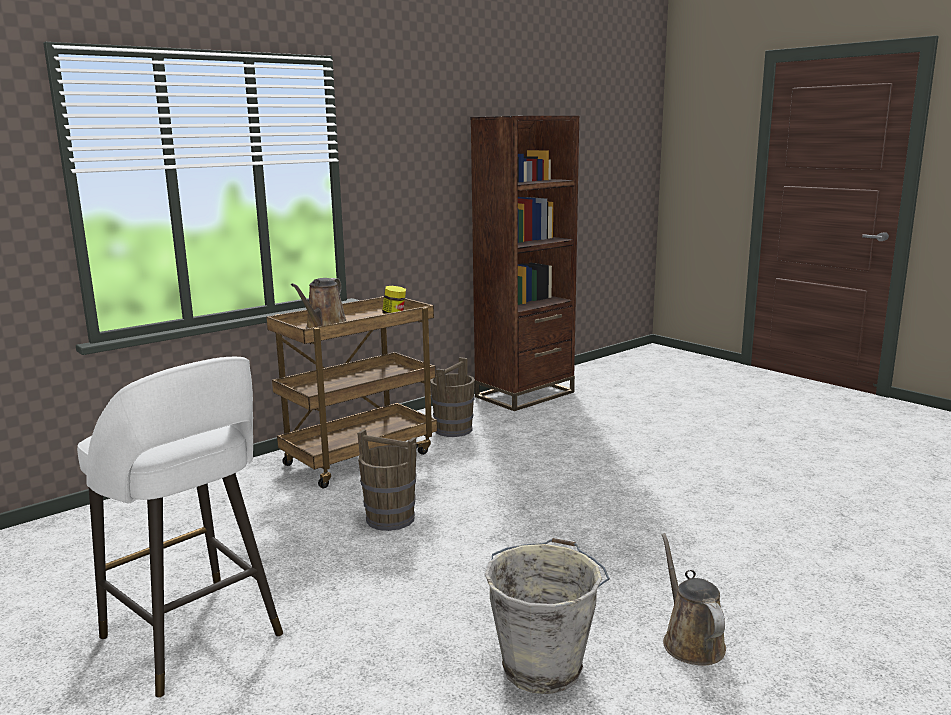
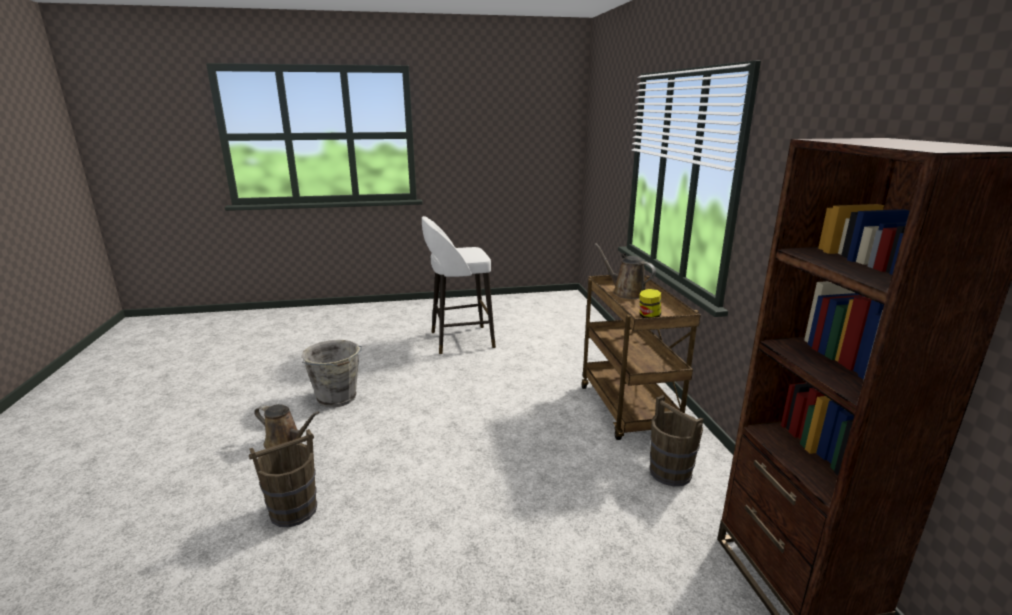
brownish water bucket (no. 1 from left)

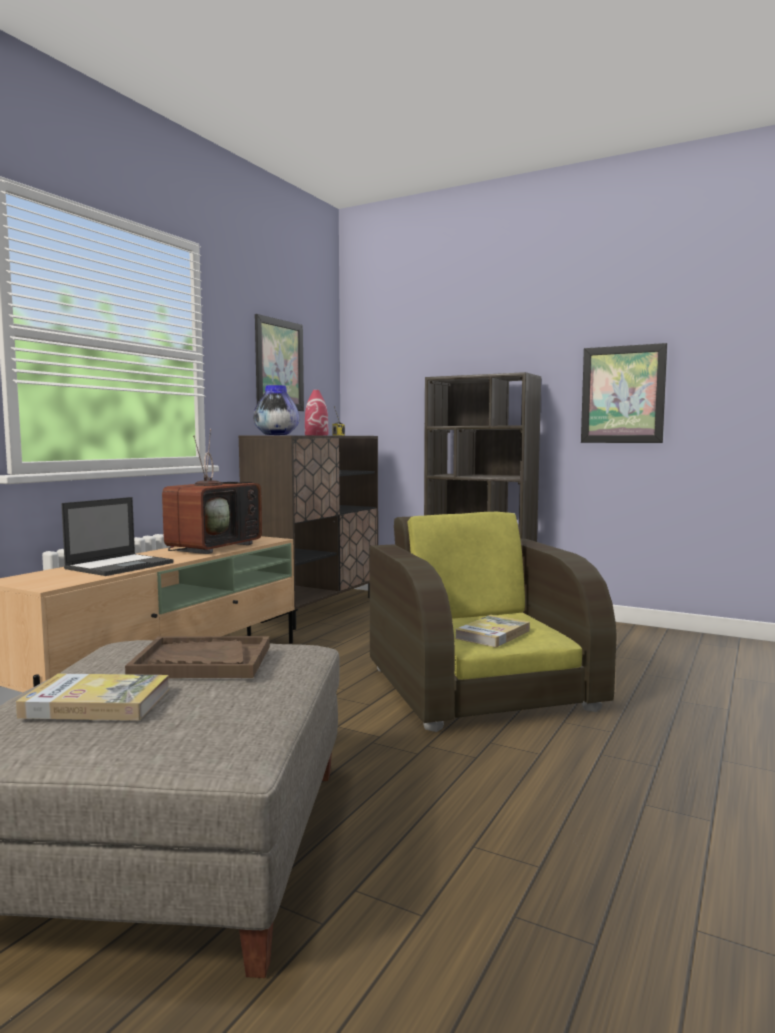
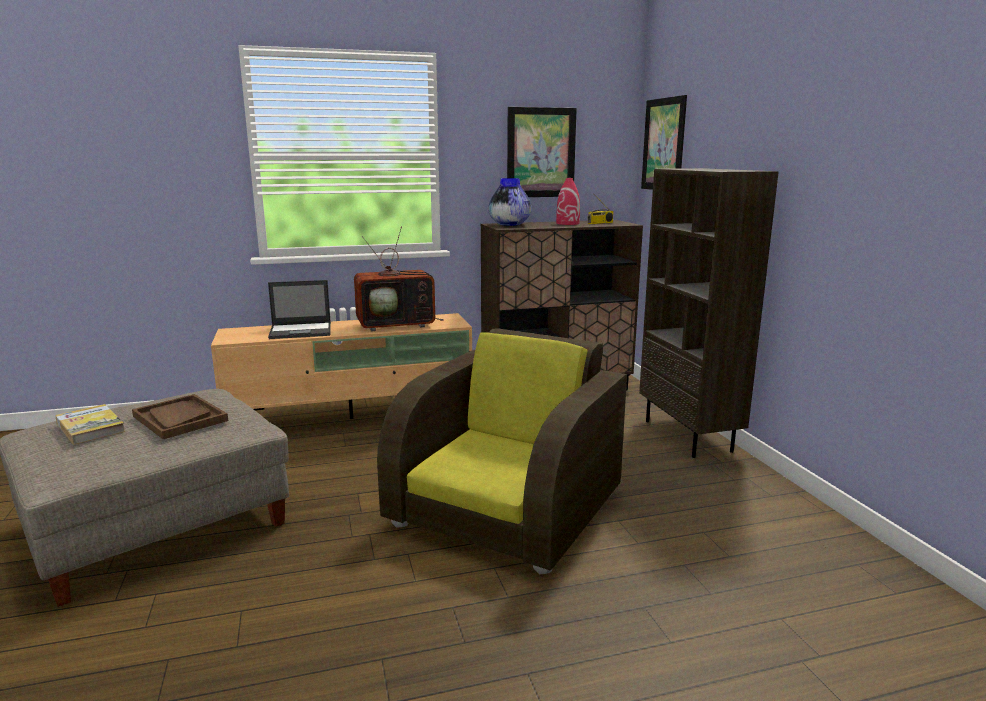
wall picture (no. 2 from left)
volume (no. 2 from left in the first image)

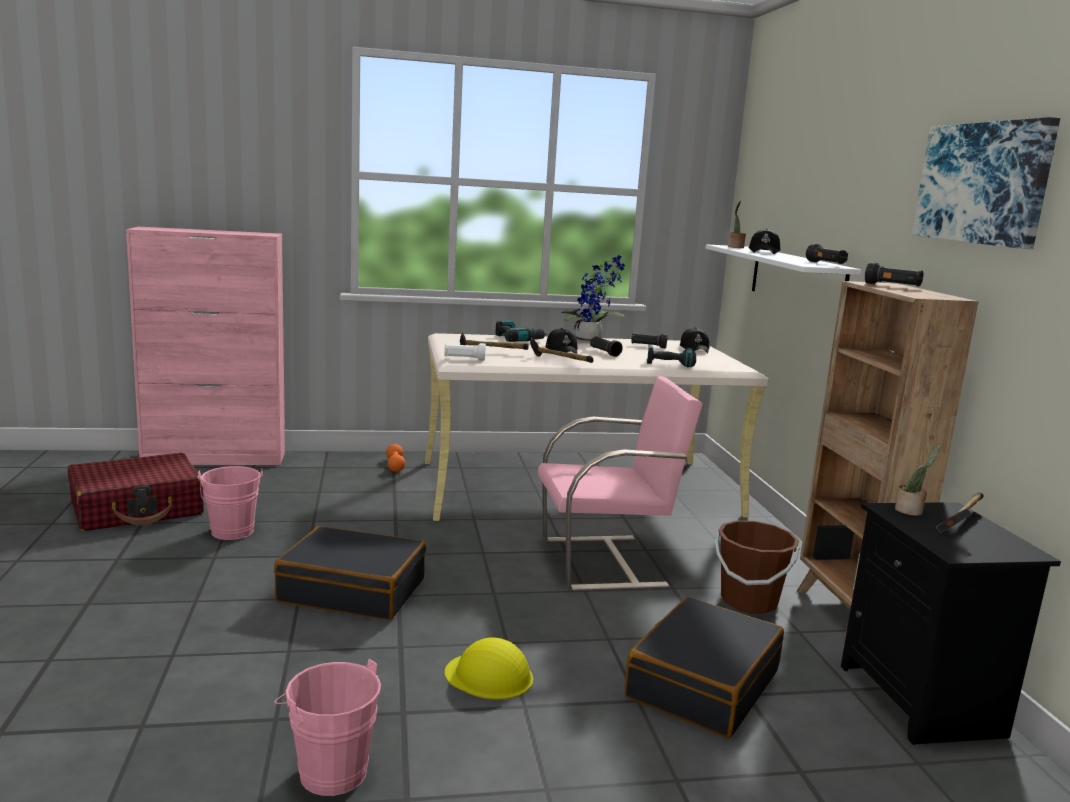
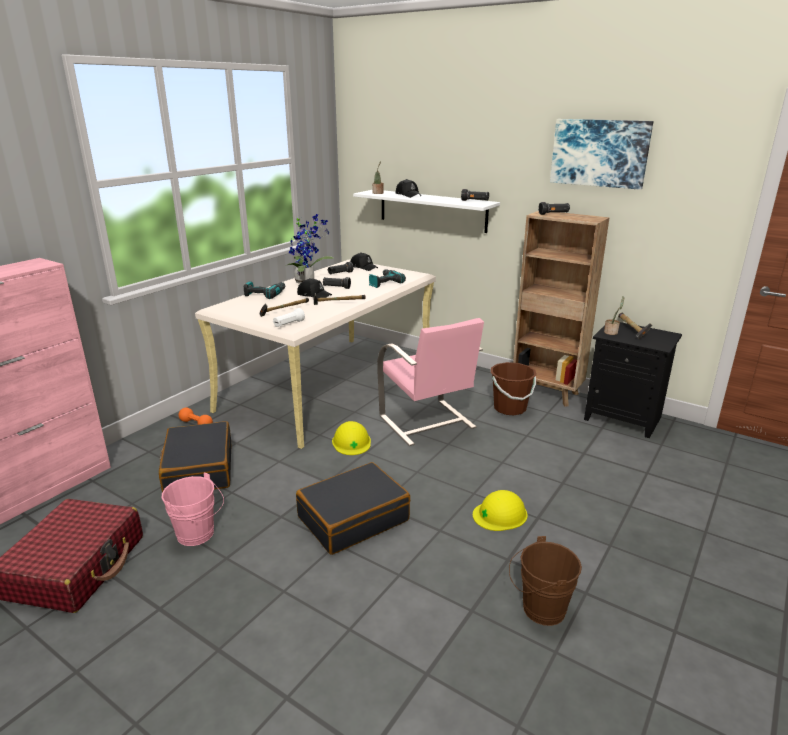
pink plain chair
blackish piece of luggage (no. 1 from left)
brownish water bucket (no. 2 from left)
yellow safety helmet (no. 1 from left)

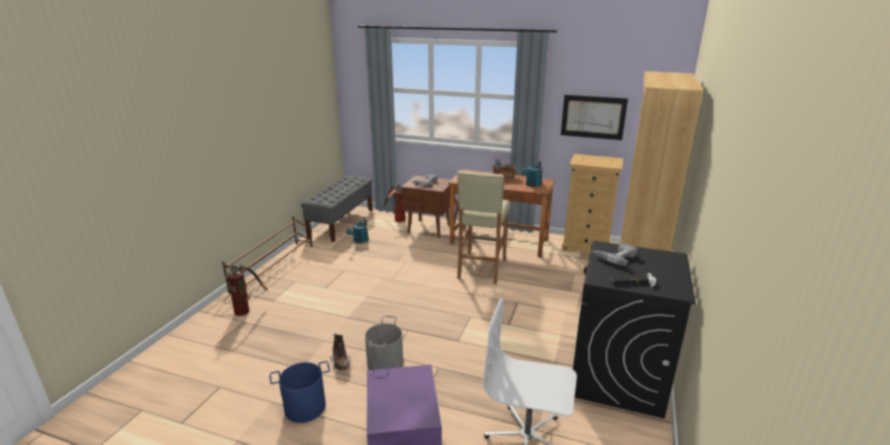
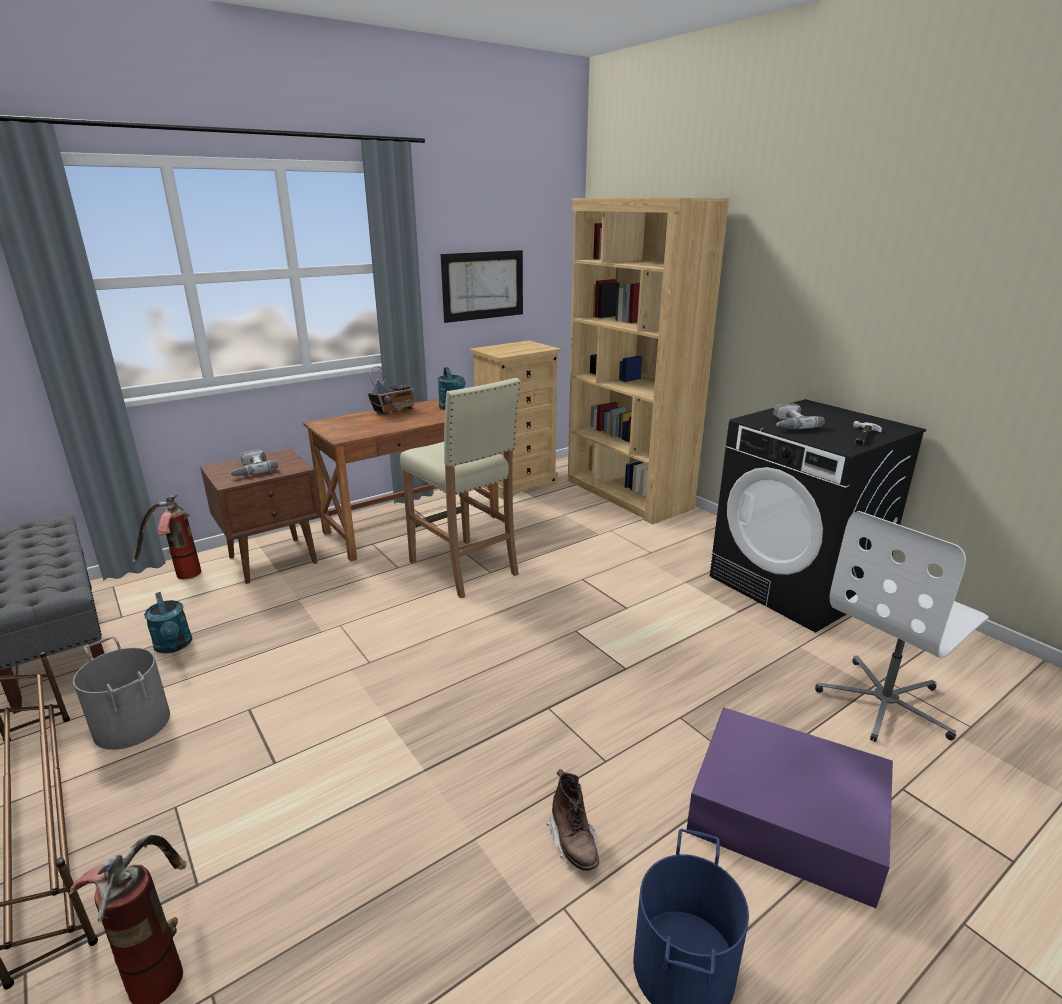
grey water bucket
brownish tall boot

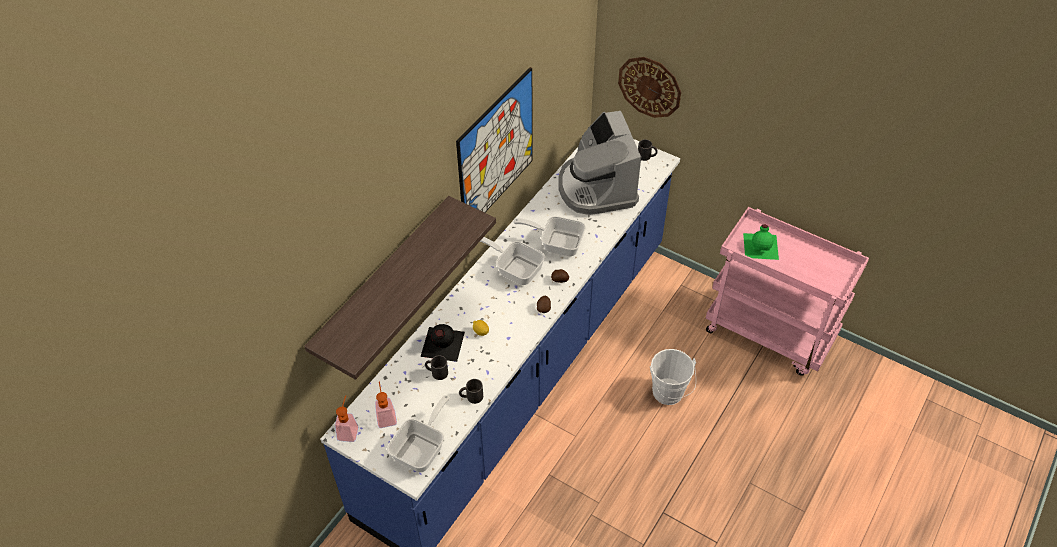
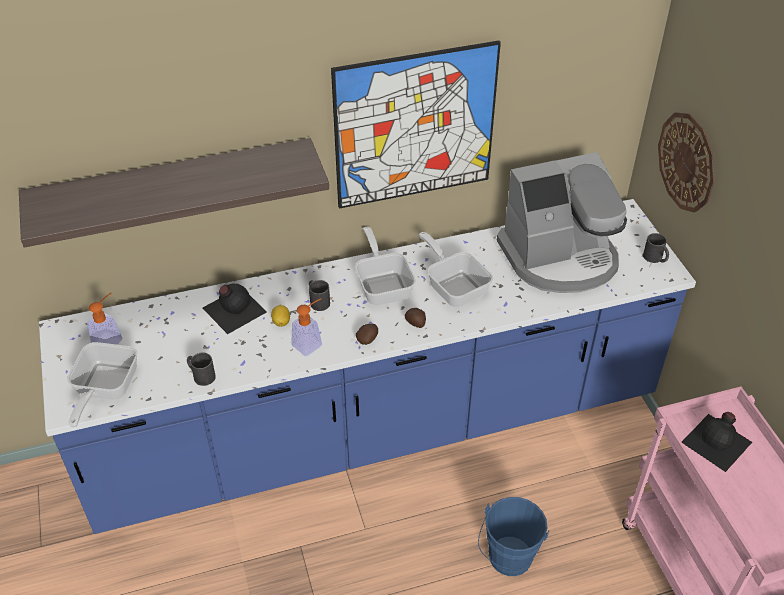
coffee brewer
blackish beverage bottle (no. 2 from left)
bluish water bucket
blackish tea mug (no. 2 from left)
soap bottle (no. 2 from left)
pan (no. 1 from left)

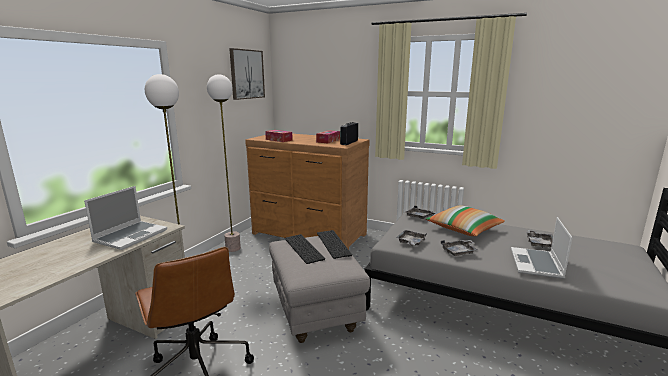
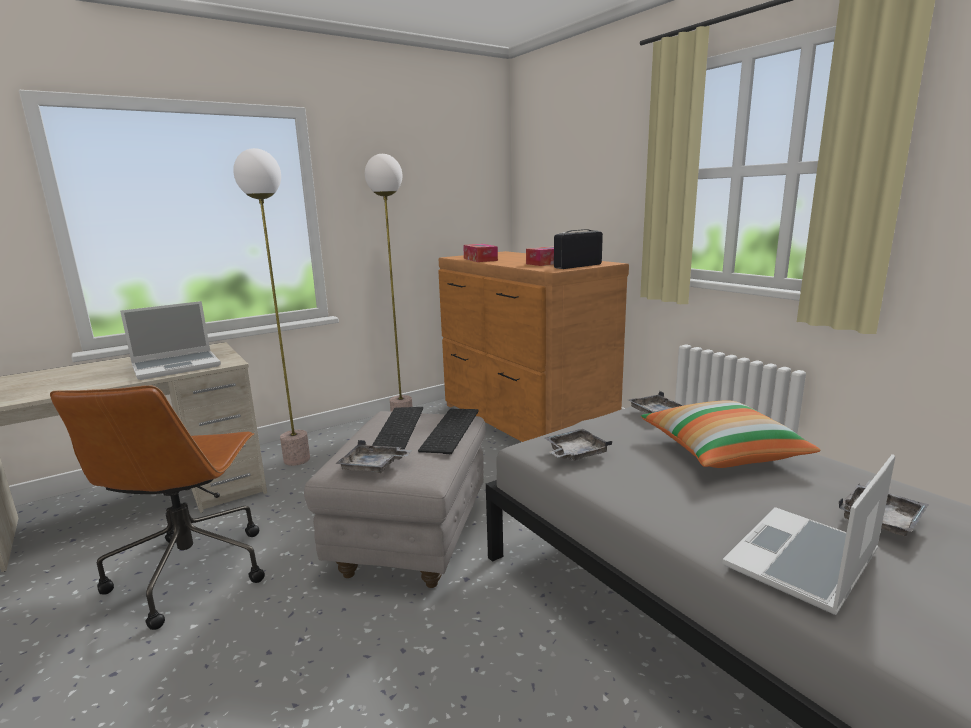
wall picture
grey serving tray (no. 1 from left)

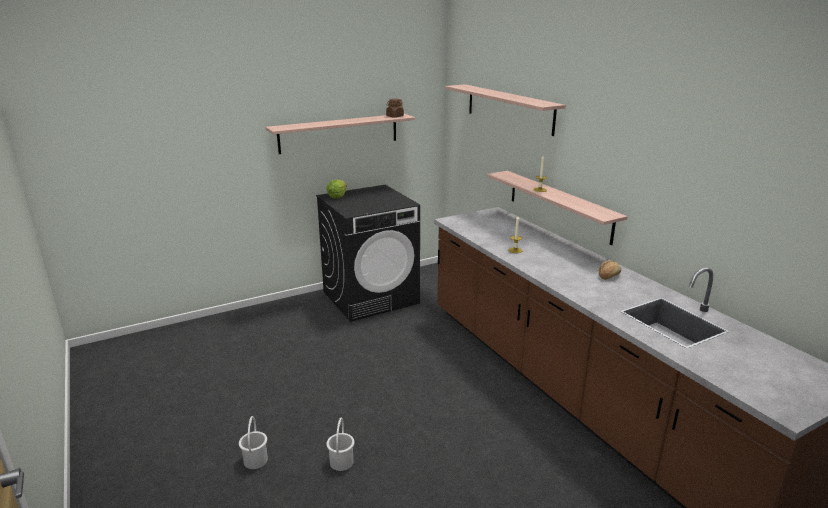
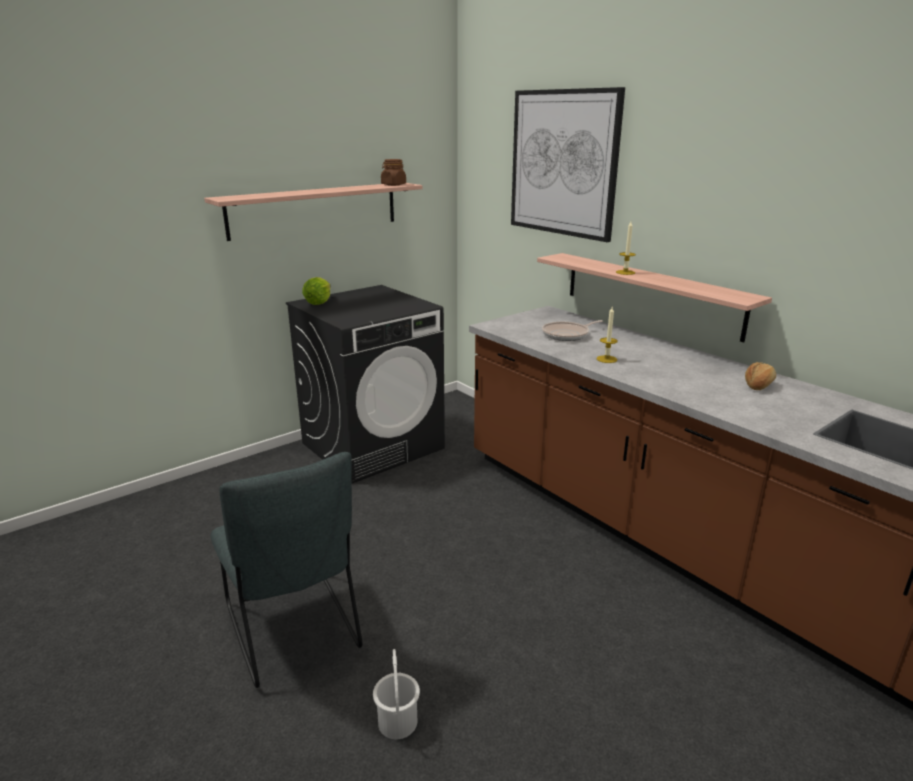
wall picture
whitish water bucket (no. 1 from left in the first image)
pan
grey plain chair

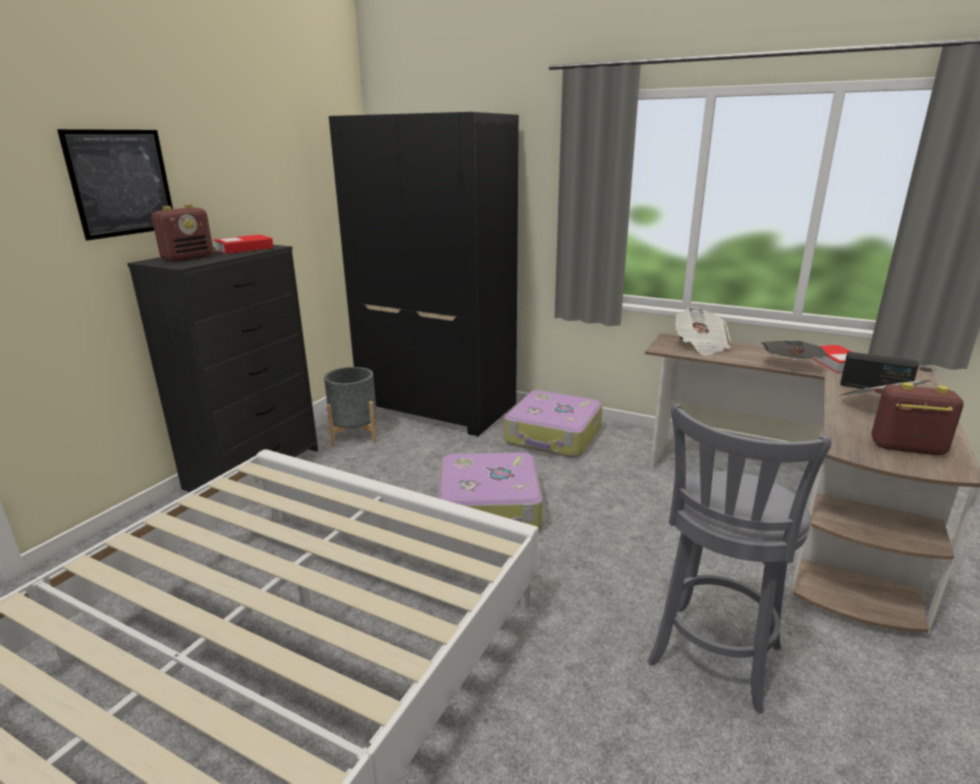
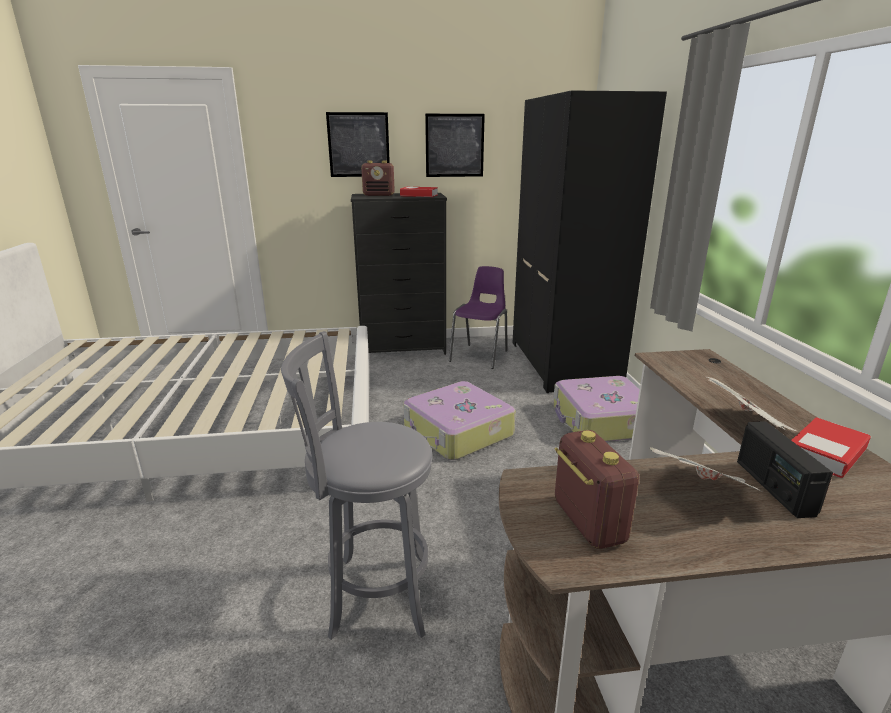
newspaper (no. 1 from left in the first image)
purplish plain chair
wall picture (no. 2 from left)

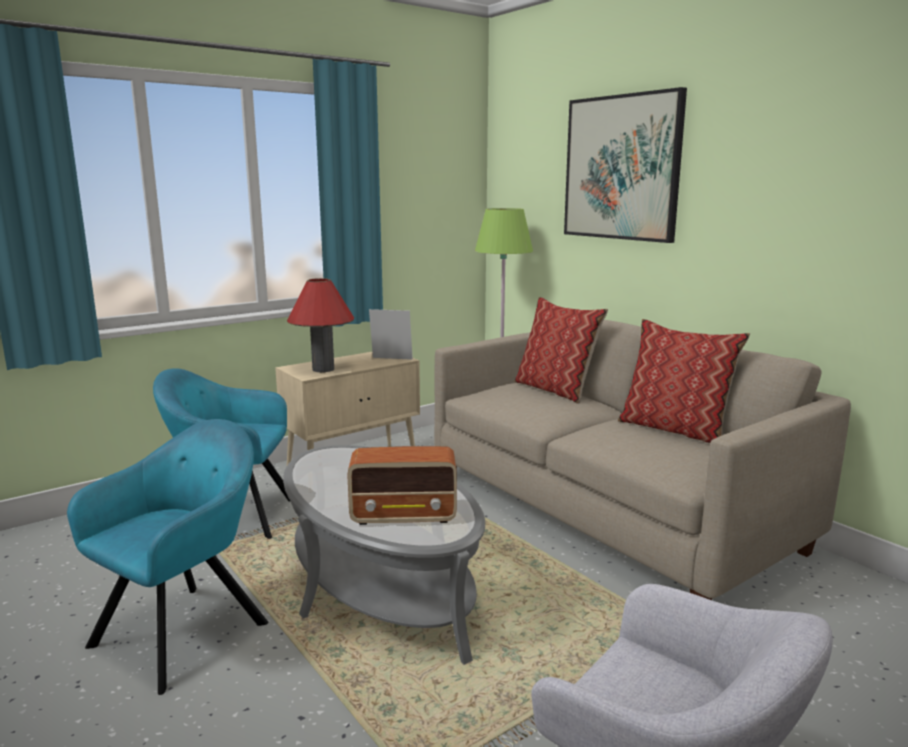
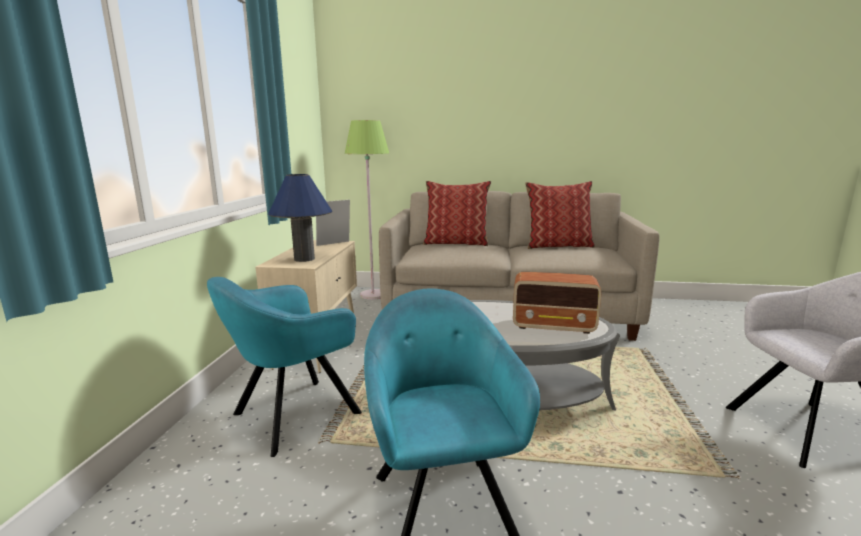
wall picture
bluish lamp for a table
radio receiver

